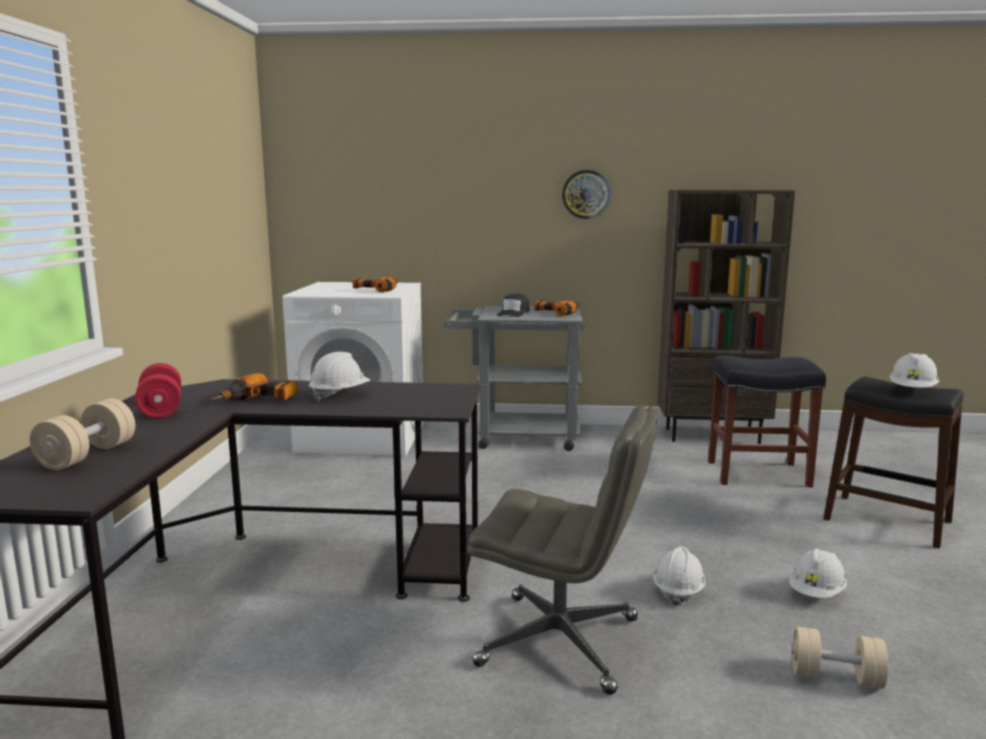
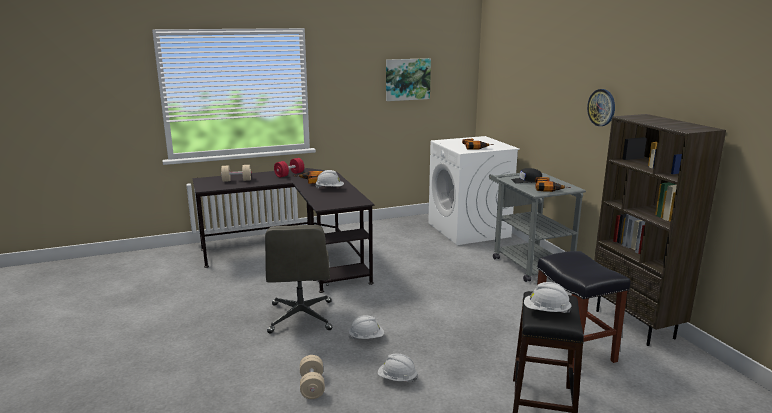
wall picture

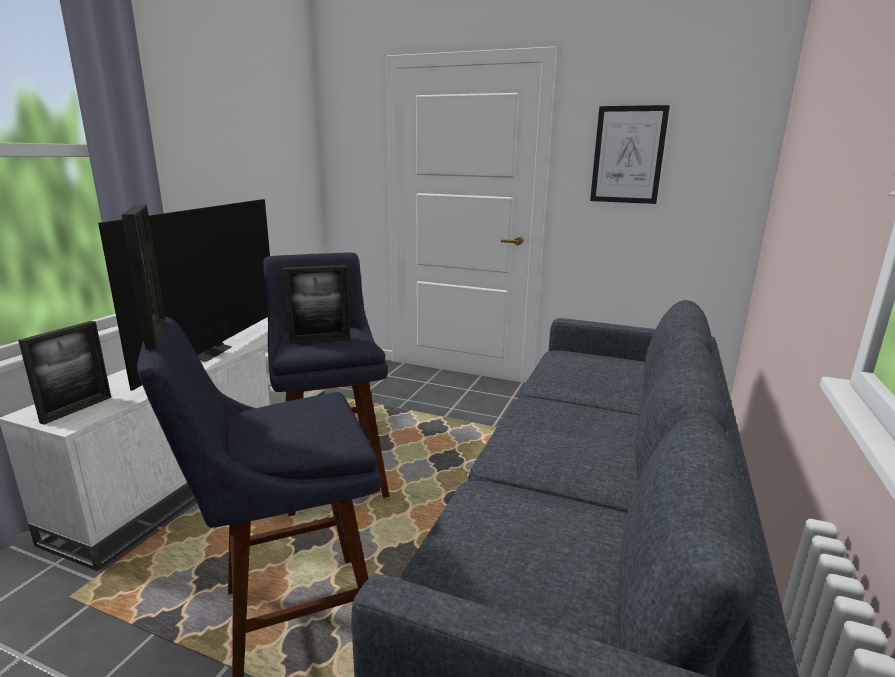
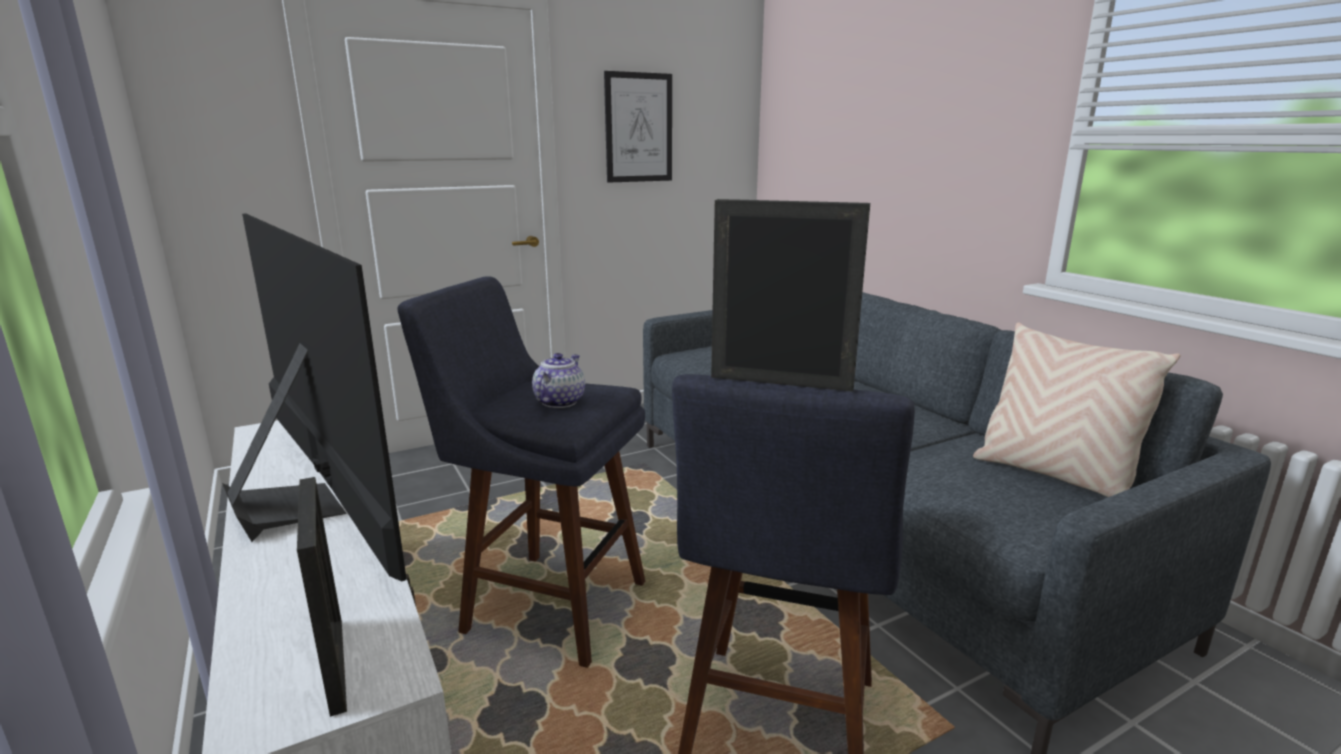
pot for tea
beige pillow

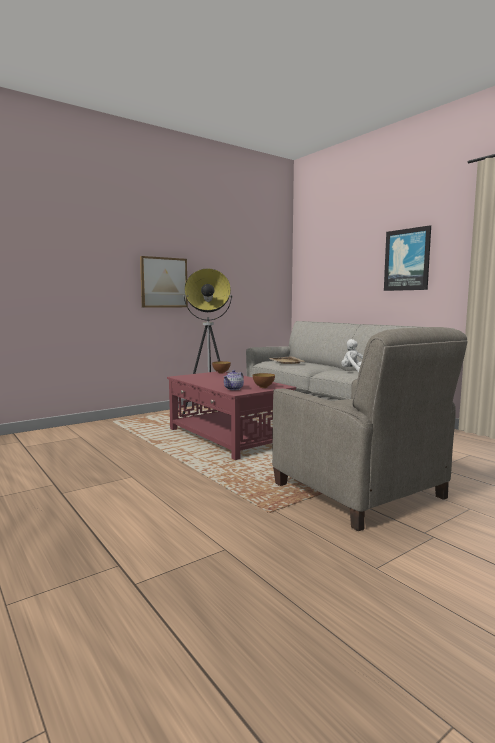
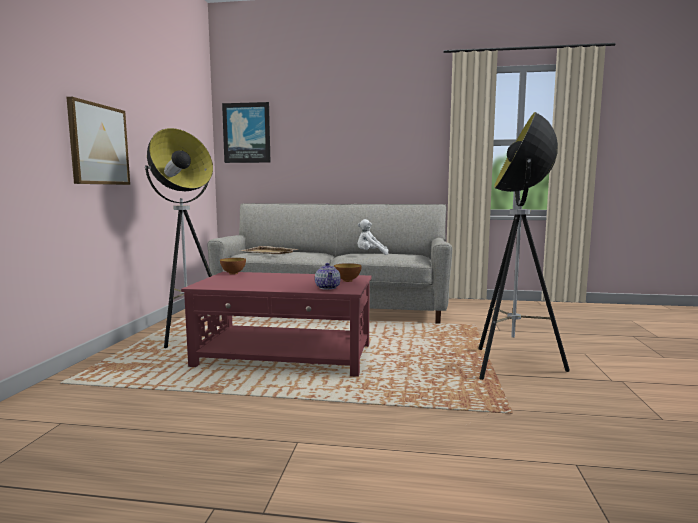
wall picture (no. 2 from left)
standard lamp (no. 2 from left)

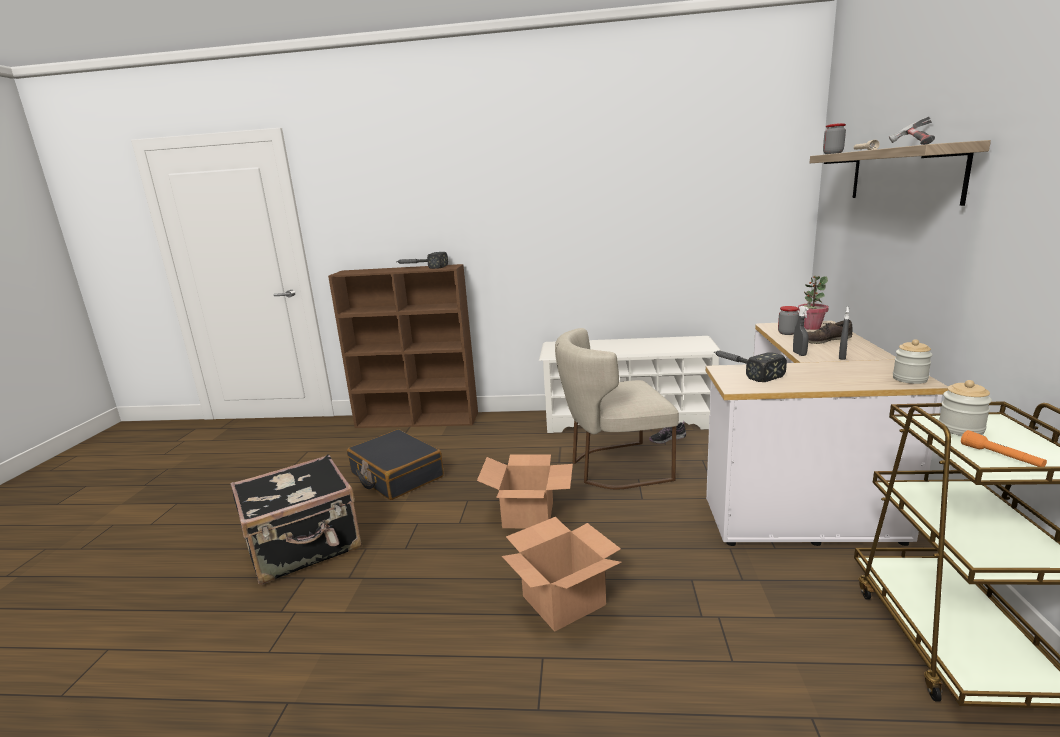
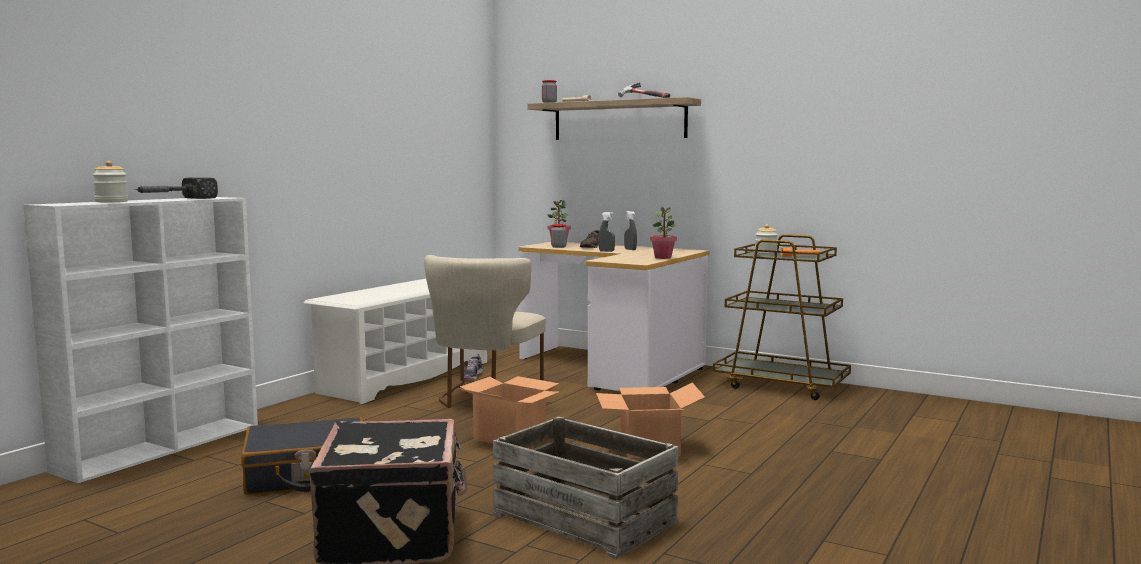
whitish bookcase
storage jar (no. 1 from left)
hand hammer (no. 2 from left in the first image)
potted plant (no. 2 from left)
packing crate

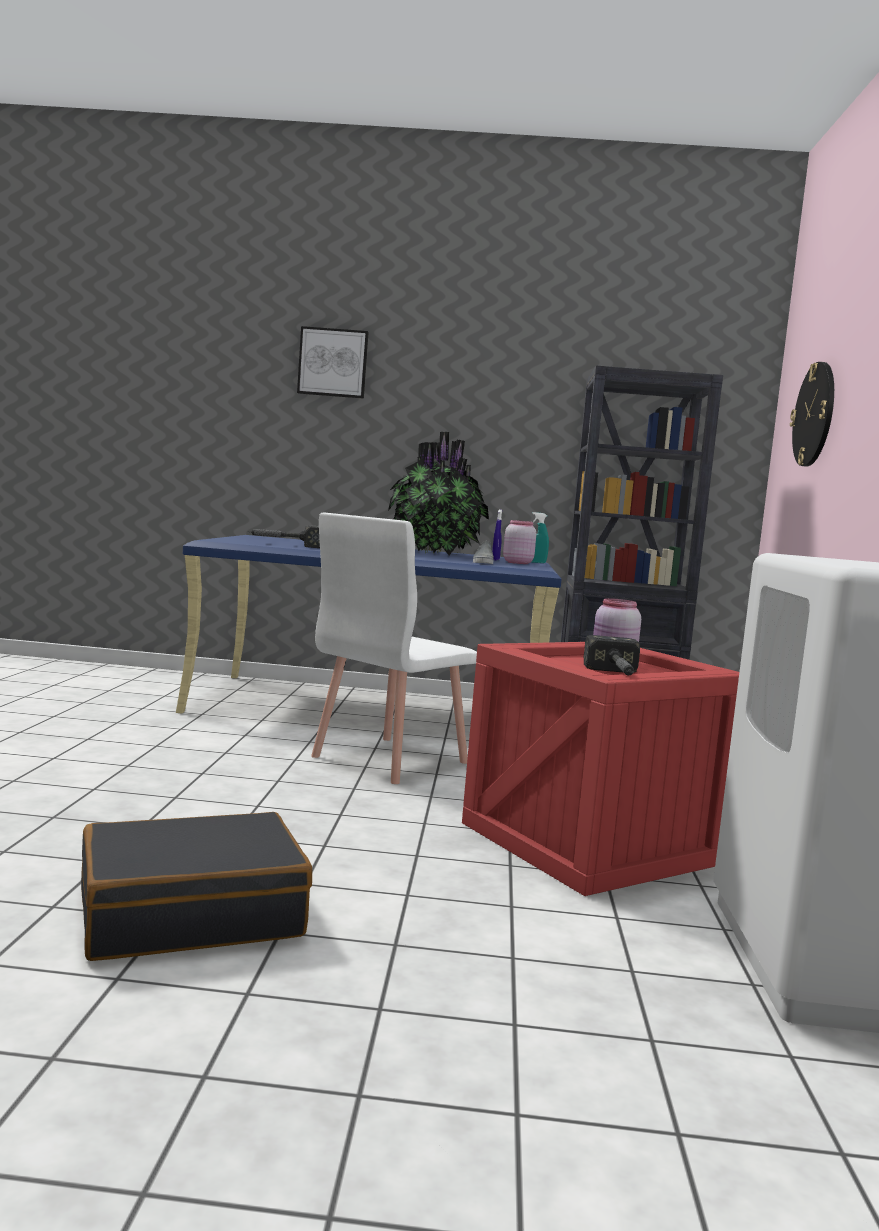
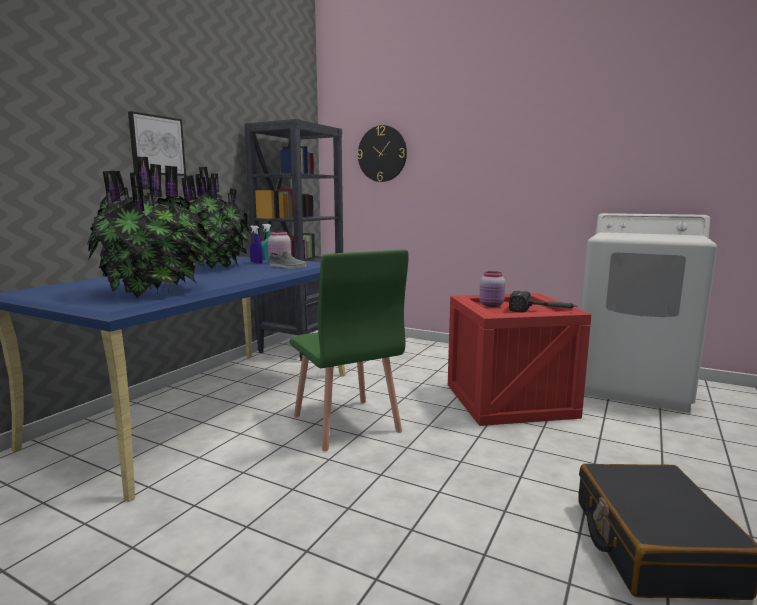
wall picture
green-coloured plain chair
potted plant (no. 1 from left)

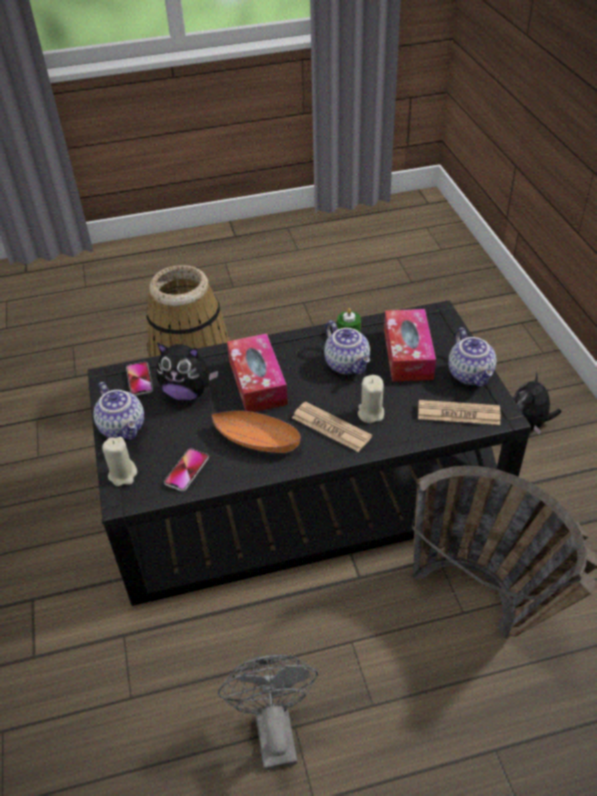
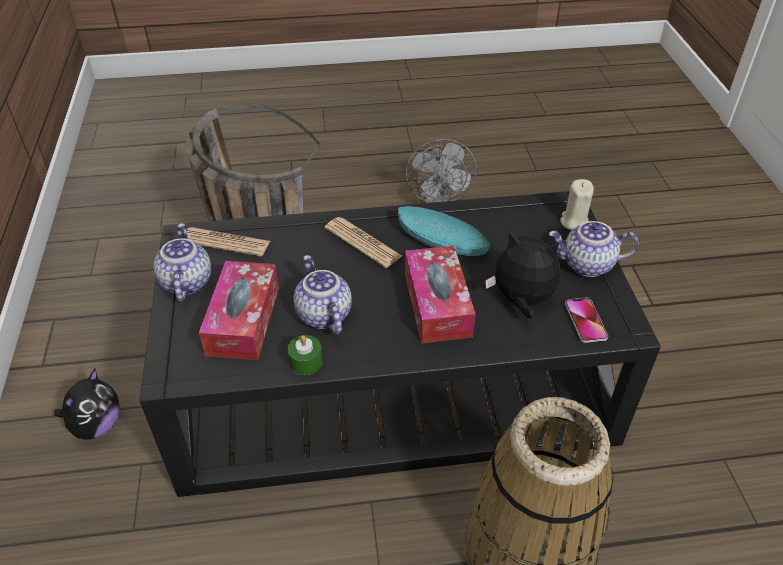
beige candle (no. 2 from left in the first image)
pot for tea (no. 3 from left)
turquoise-coloured deep dish
telephone (no. 2 from left in the first image)

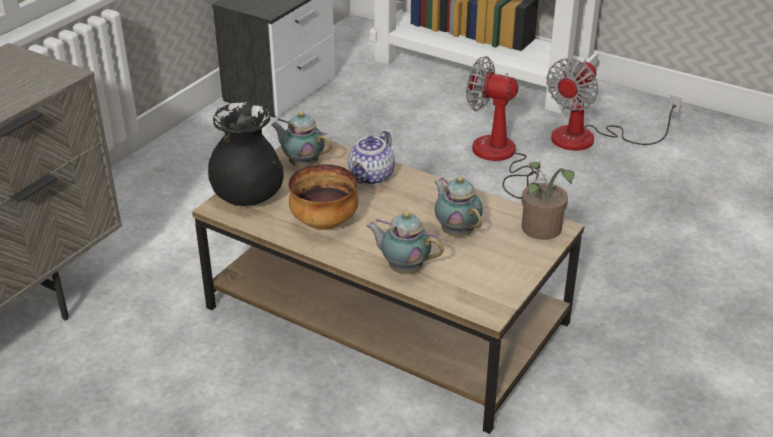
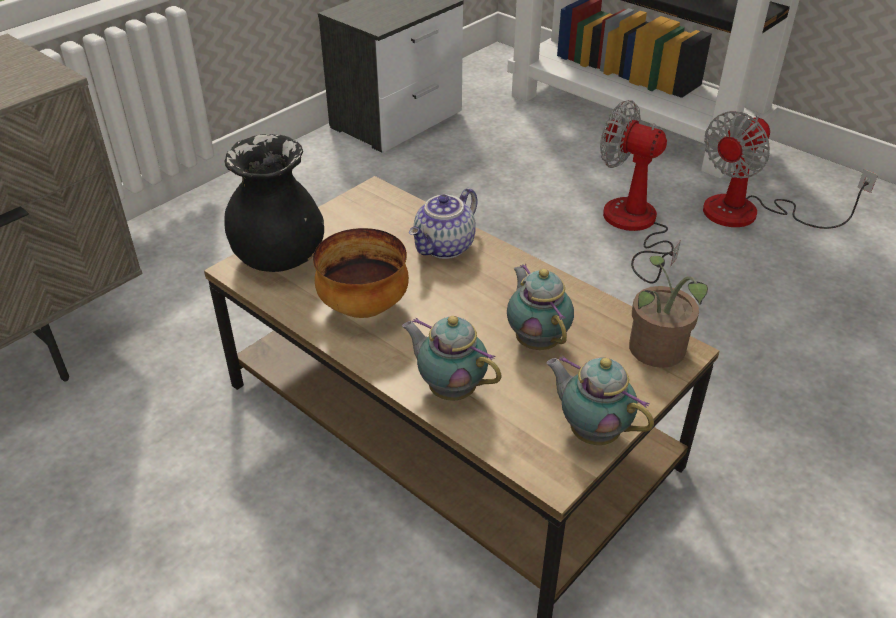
pot for tea (no. 4 from left)

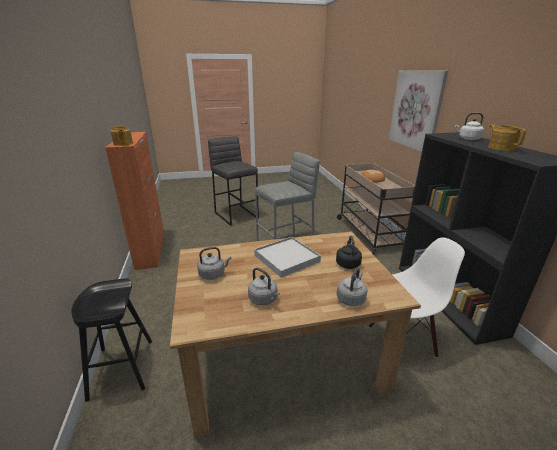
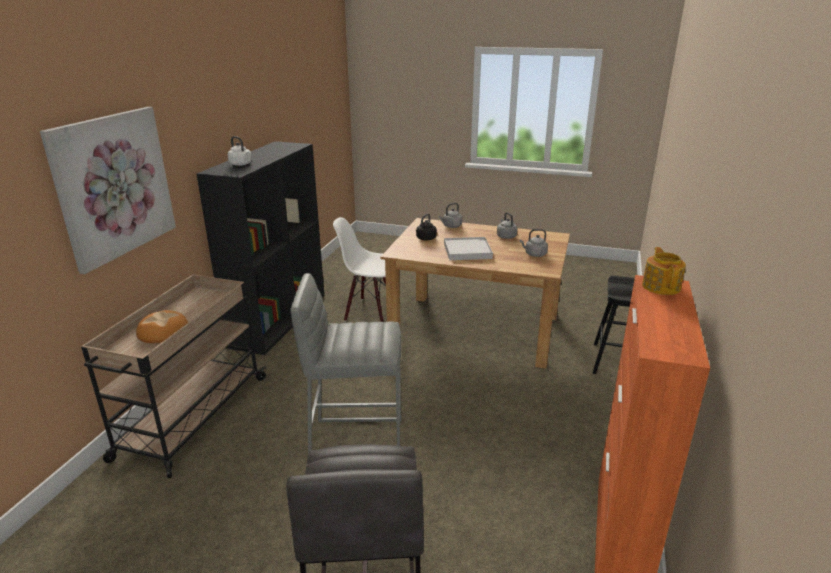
pot for tea (no. 2 from left in the first image)

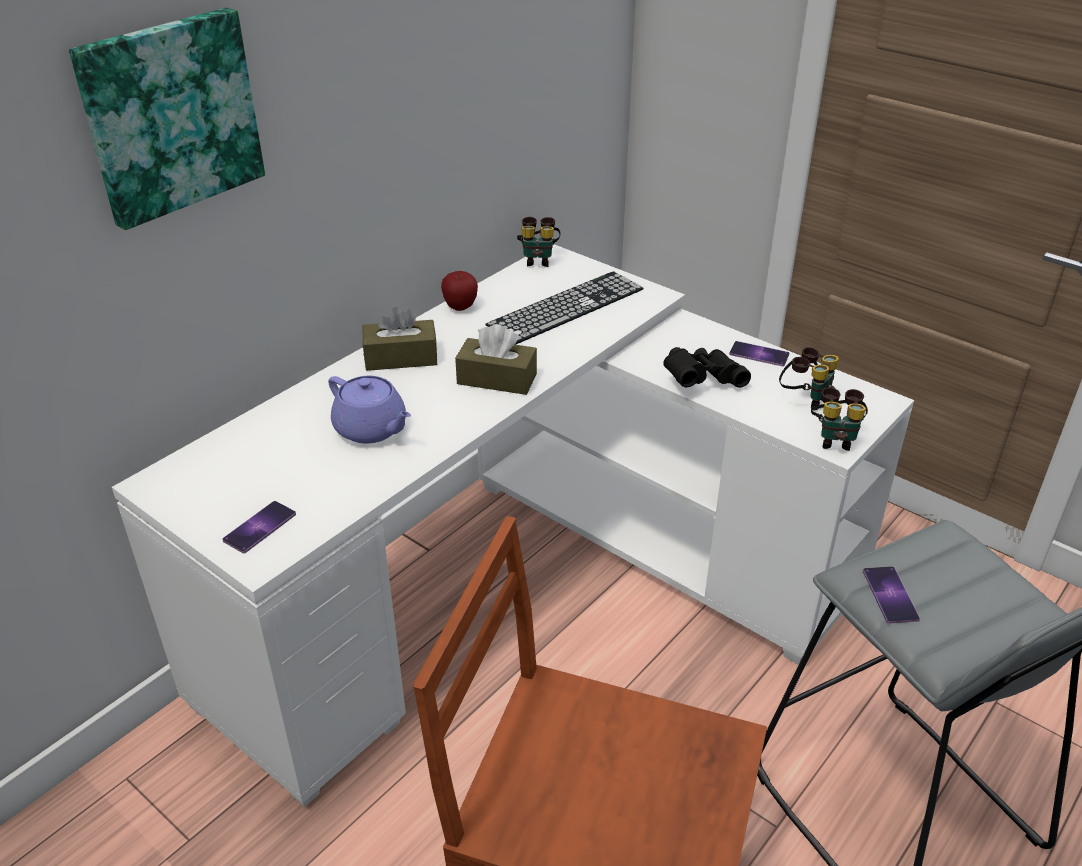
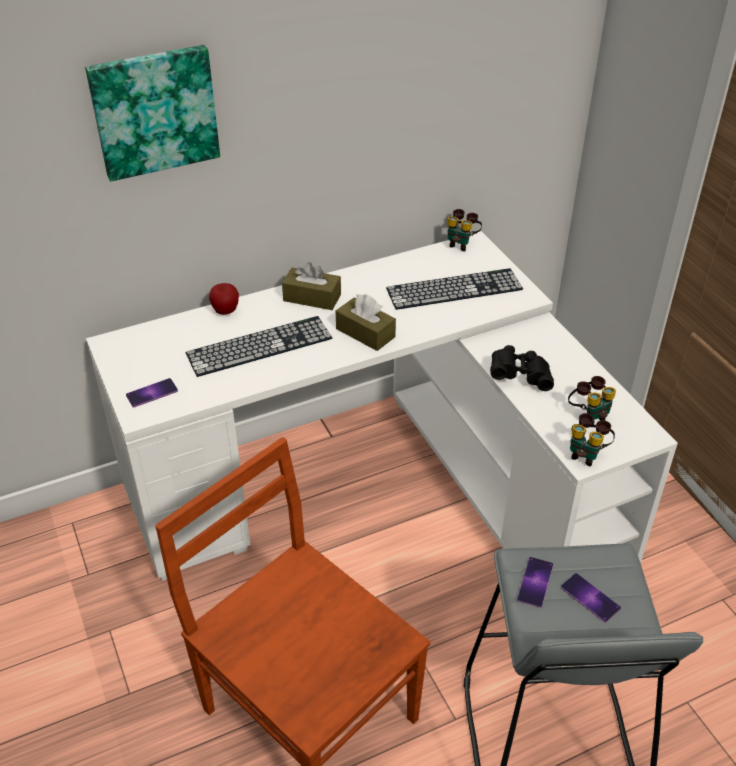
apple
telephone (no. 3 from left)
PC keyboard (no. 1 from left)

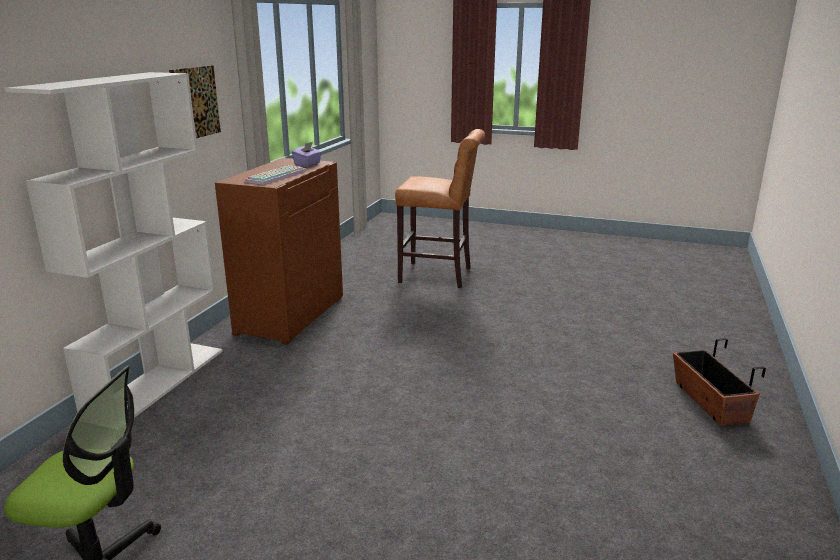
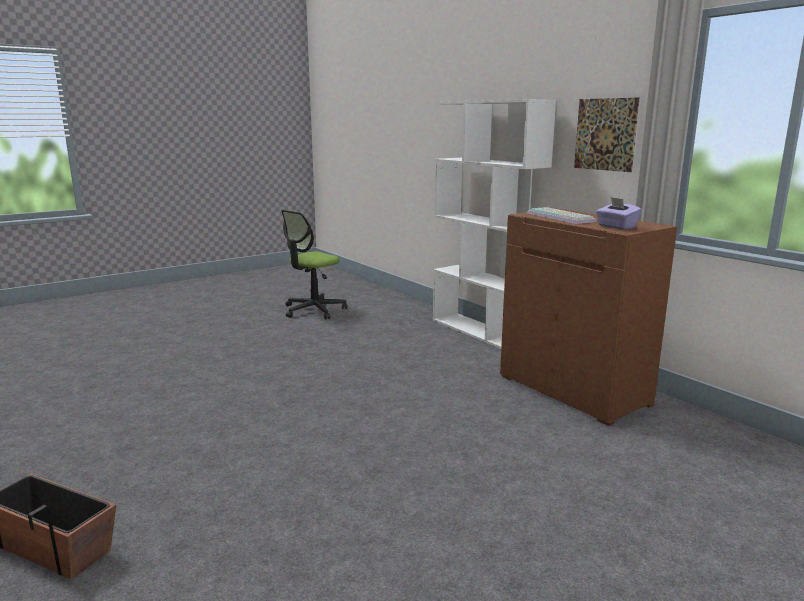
brownish sitting stool

